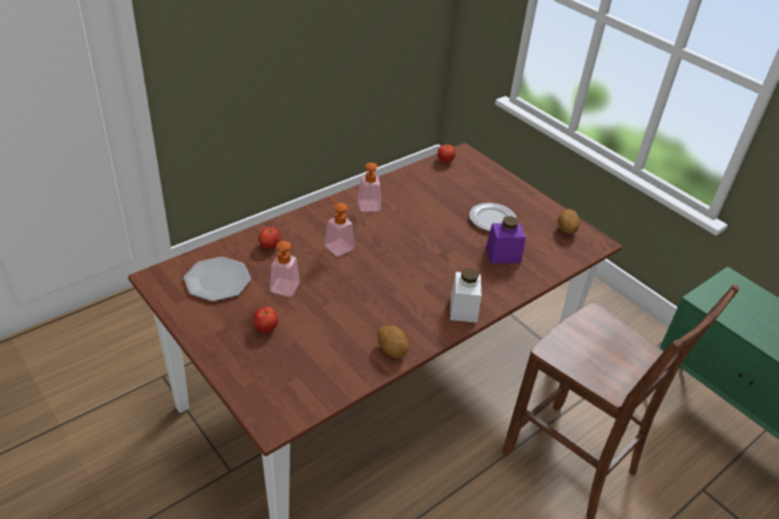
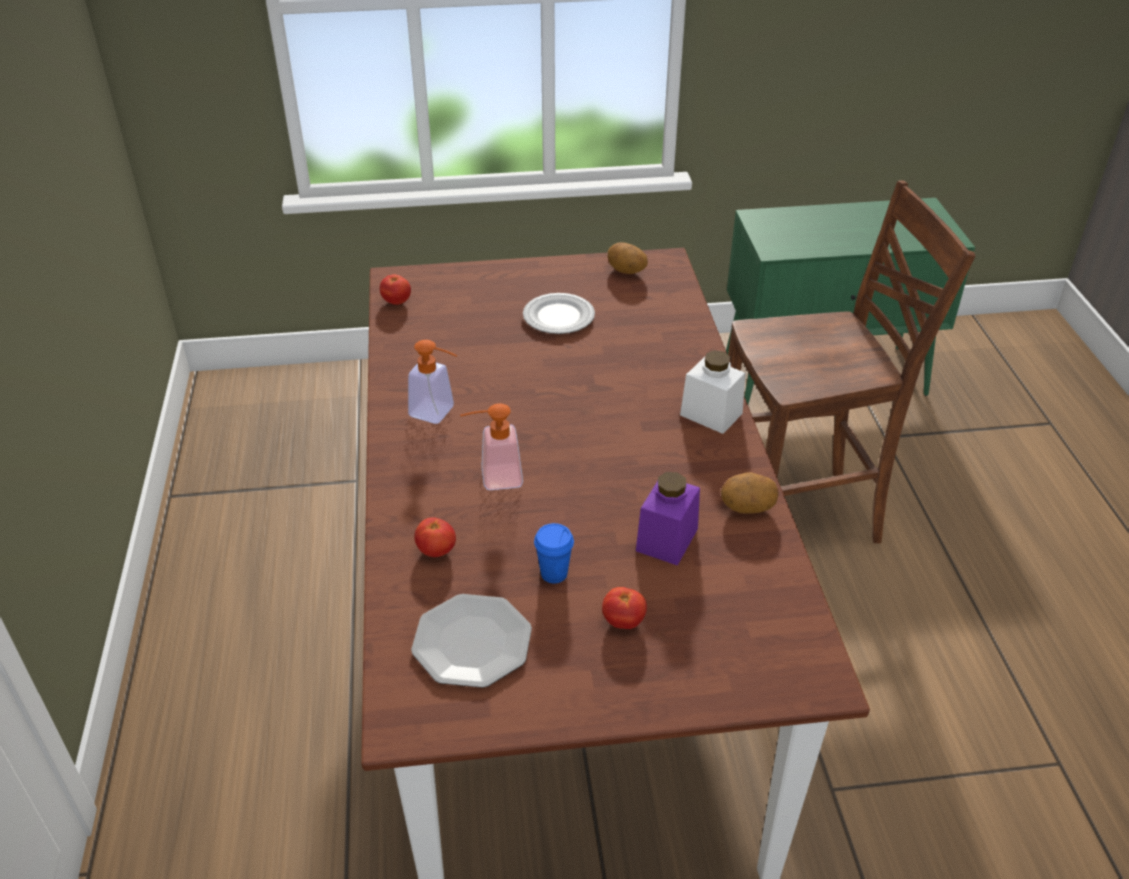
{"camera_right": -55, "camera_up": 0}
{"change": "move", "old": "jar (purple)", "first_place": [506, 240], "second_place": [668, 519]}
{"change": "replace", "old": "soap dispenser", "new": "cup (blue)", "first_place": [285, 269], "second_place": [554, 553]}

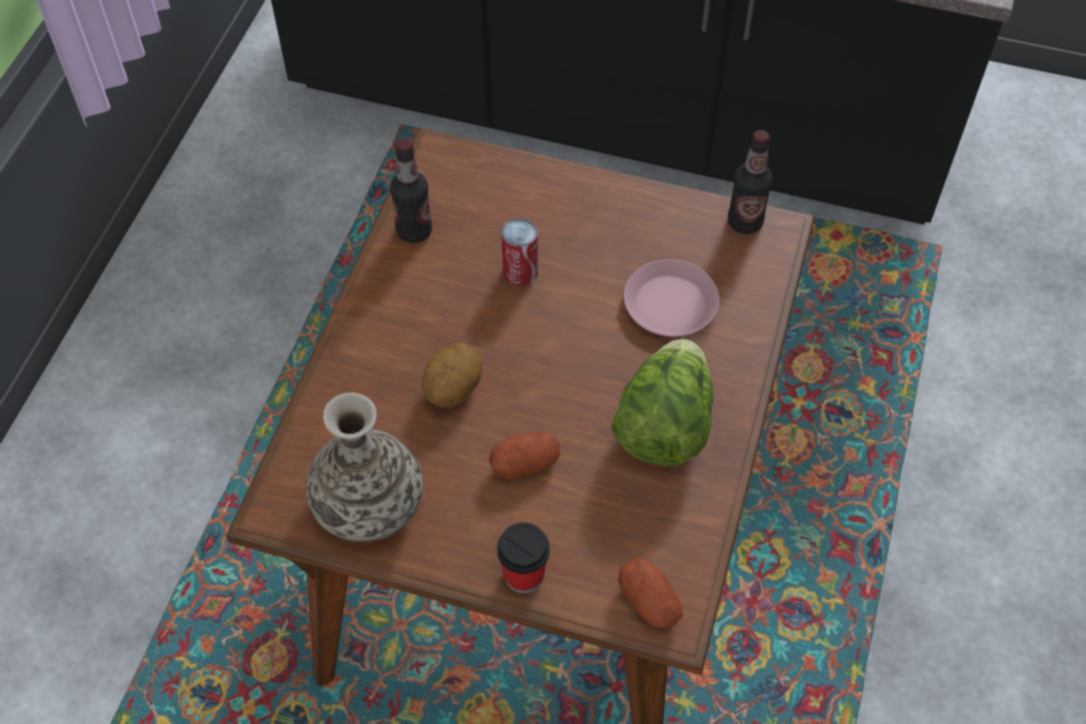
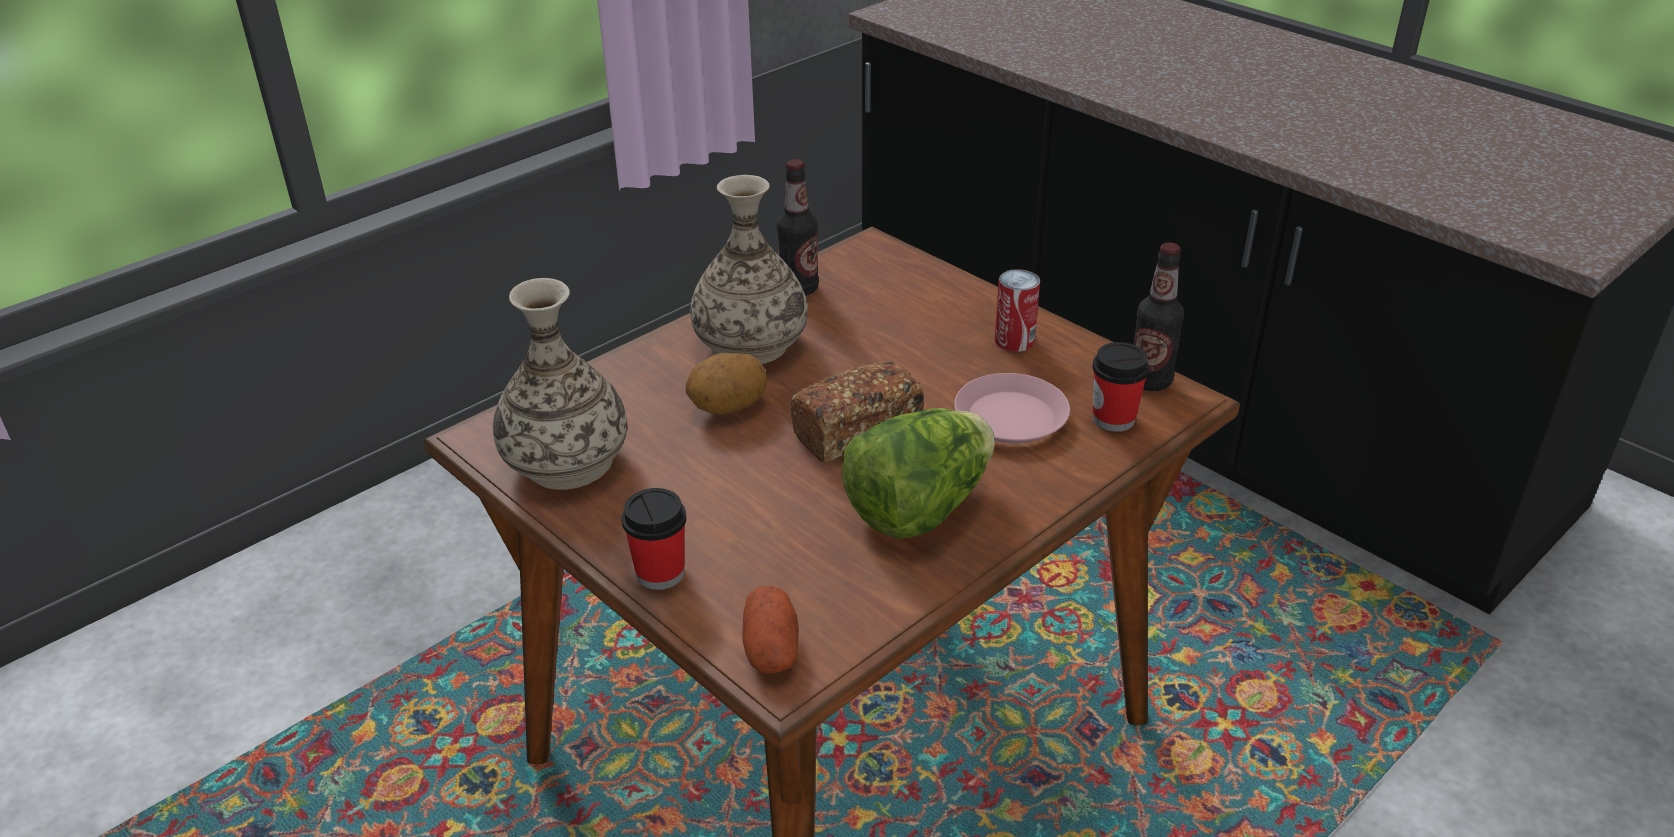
{"camera_right": 30, "camera_up": -20}
{"change": "delete", "old": "potato", "first_place": [524, 456]}
{"change": "insert", "new": "vase", "second_place": [749, 269]}
{"change": "insert", "new": "bread", "second_place": [857, 412]}
{"change": "insert", "new": "cup", "second_place": [1120, 387]}
{"change": "move", "old": "can", "first_place": [519, 252], "second_place": [1017, 310]}

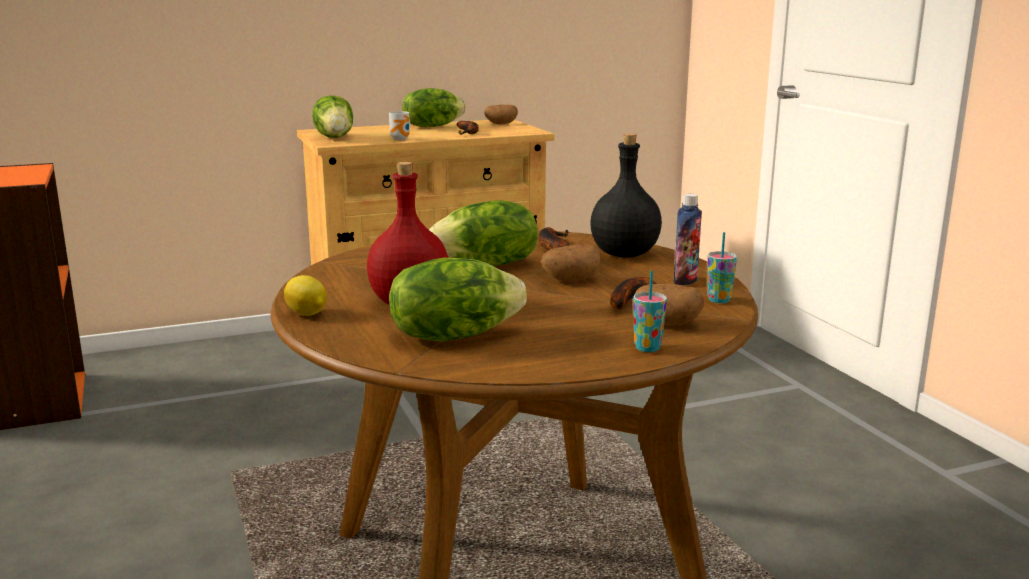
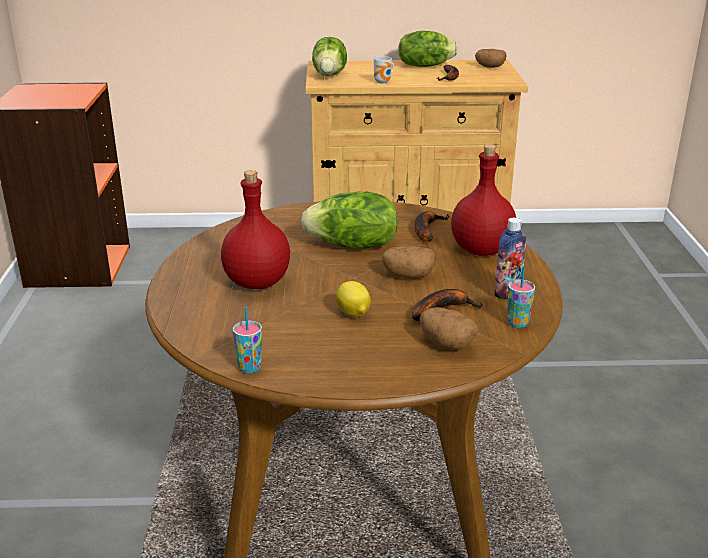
{"camera_right": 20, "camera_up": 10}
{"change": "delete", "old": "lettuce", "first_place": [458, 299]}
{"change": "move", "old": "lemon", "first_place": [305, 295], "second_place": [353, 299]}
{"change": "move", "old": "cup", "first_place": [650, 311], "second_place": [247, 340]}
{"change": "recolor", "old": "bottle (black)", "new": "bottle (red)", "first_place": [626, 195], "second_place": [483, 200]}

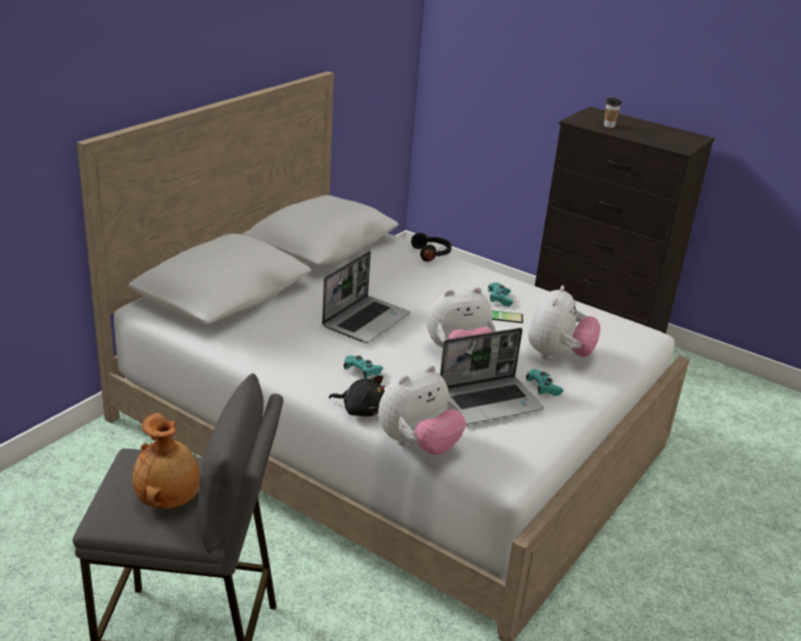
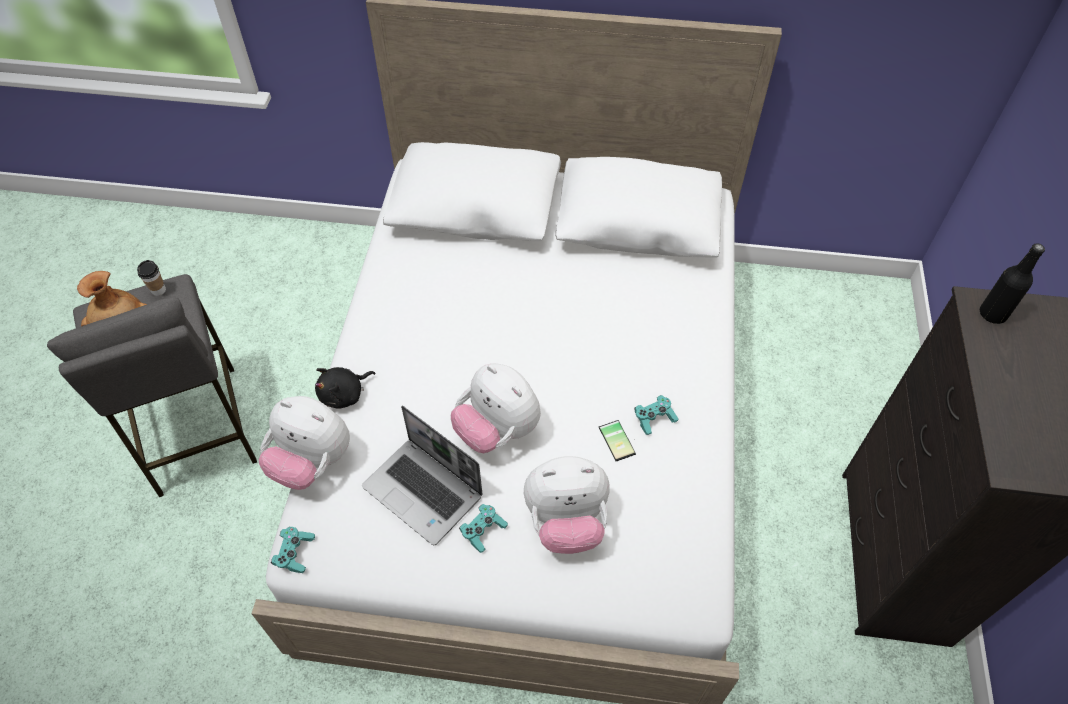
{"camera_right": 65, "camera_up": 25}
{"change": "delete", "old": "laptop", "first_place": [366, 297]}
{"change": "delete", "old": "headphones (black)", "first_place": [431, 247]}
{"change": "insert", "new": "bottle (black)", "second_place": [1012, 283]}
{"change": "move", "old": "game controller (turquoise)", "first_place": [363, 367], "second_place": [293, 550]}
{"change": "move", "old": "cup", "first_place": [612, 112], "second_place": [151, 278]}
{"change": "rotate", "old": "plush toy (black)", "first_place": [357, 396], "second_place": [345, 388], "degrees": 60}

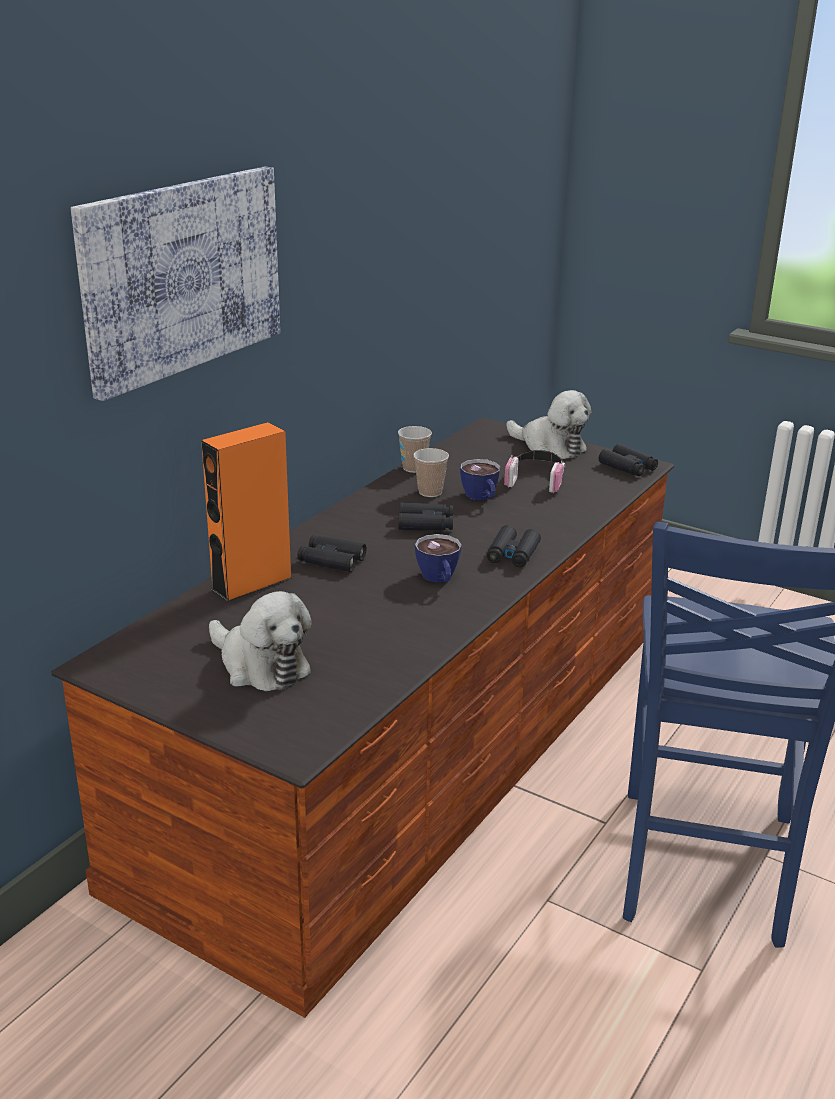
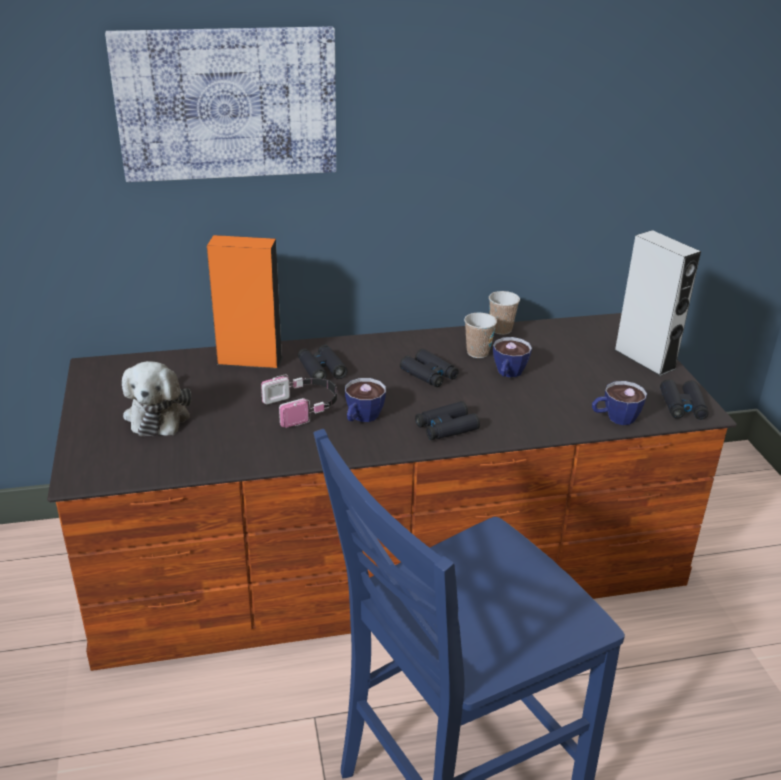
{"camera_right": 45, "camera_up": 5}
{"change": "insert", "new": "cup", "second_place": [619, 403]}
{"change": "move", "old": "headphones", "first_place": [534, 471], "second_place": [299, 401]}
{"change": "replace", "old": "plush toy", "new": "speaker (grey)", "first_place": [548, 424], "second_place": [658, 303]}

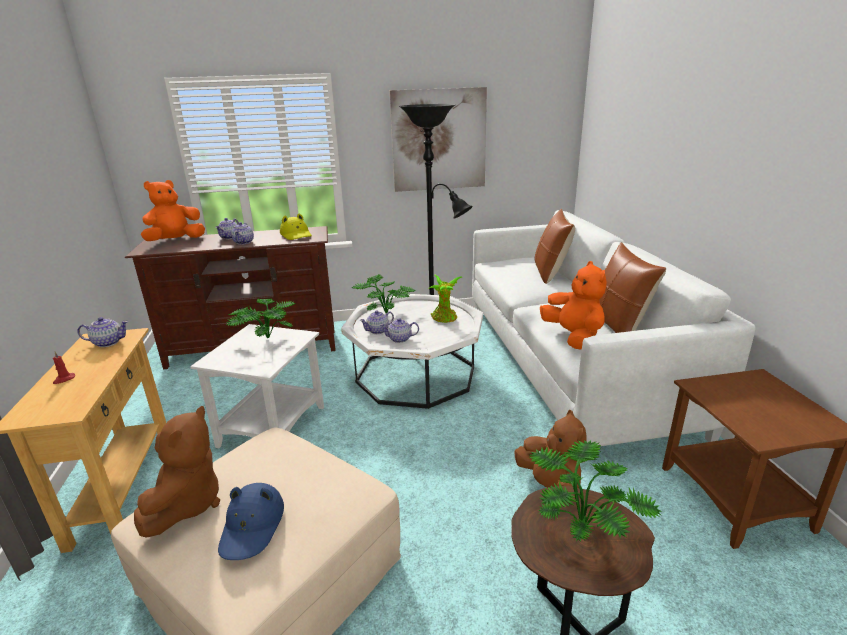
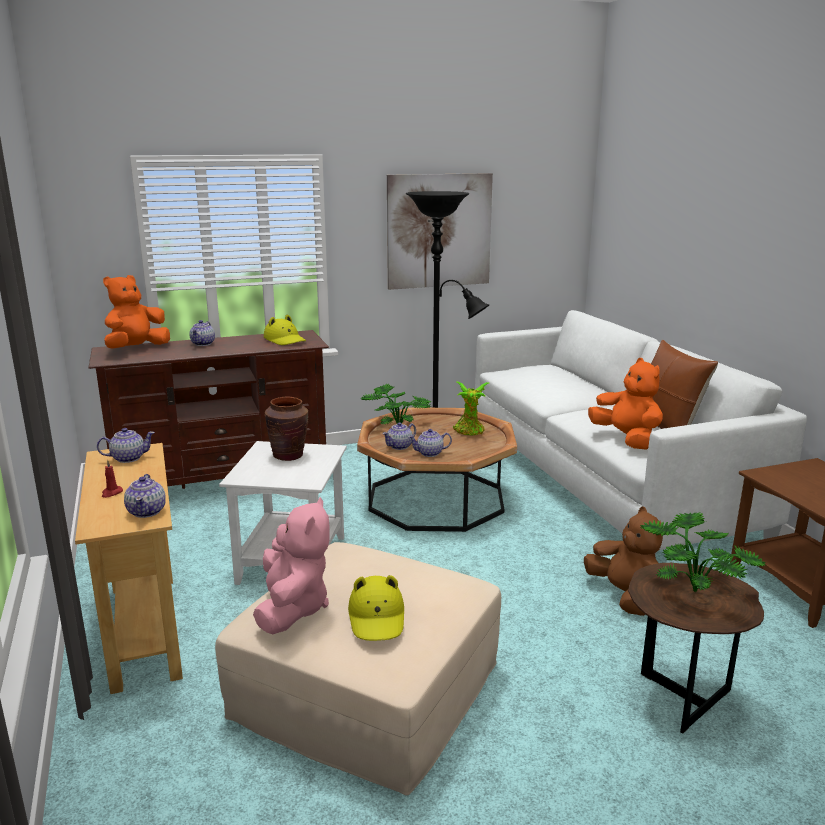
{"camera_right": -10, "camera_up": -5}
{"change": "delete", "old": "pillow (brown)", "first_place": [555, 246]}
{"change": "move", "old": "teapot", "first_place": [242, 233], "second_place": [145, 496]}
{"change": "replace", "old": "potted plant", "new": "vase (brown)", "first_place": [260, 318], "second_place": [286, 428]}
{"change": "recolor", "old": "plush toy (brown)", "new": "plush toy (pink)", "first_place": [177, 472], "second_place": [291, 565]}
{"change": "recolor", "old": "hat (blue)", "new": "hat (yellow)", "first_place": [251, 521], "second_place": [376, 608]}
{"change": "recolor", "old": "coffee table (white)", "new": "coffee table (brown)", "first_place": [412, 351], "second_place": [437, 469]}

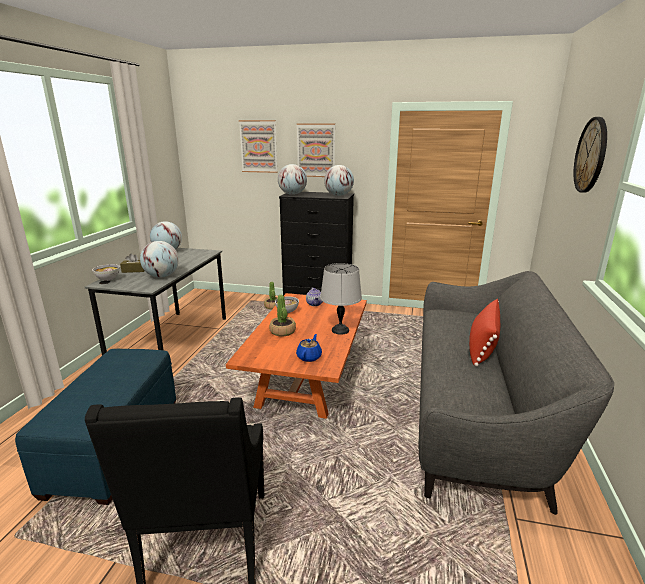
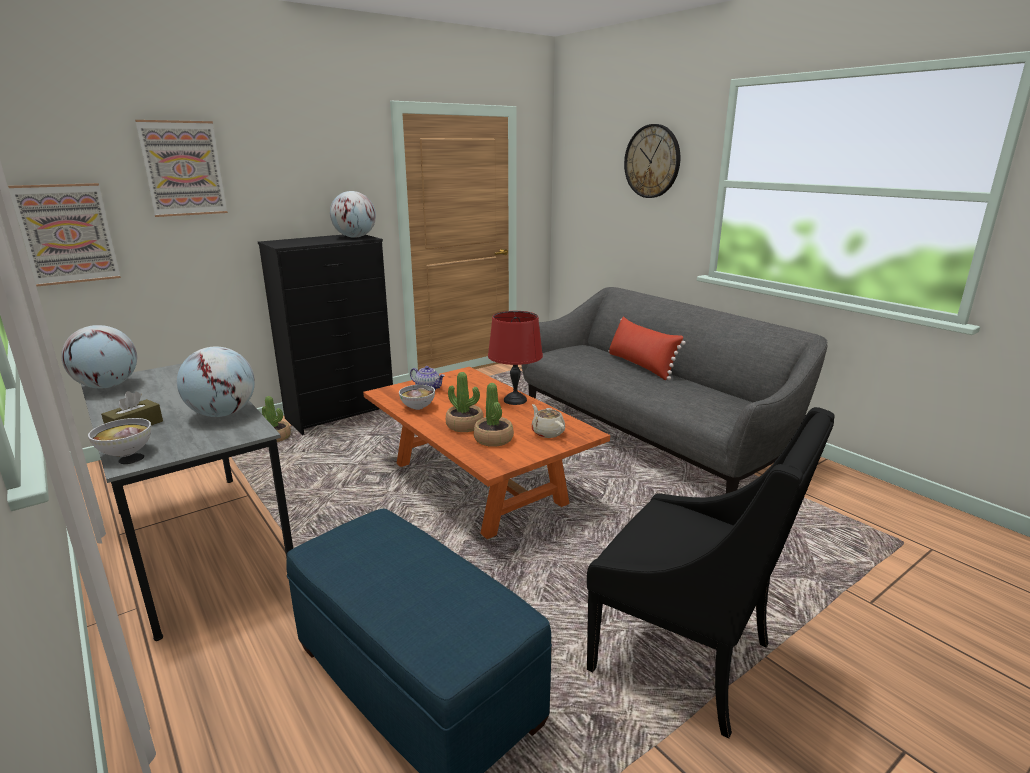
{"camera_right": -50, "camera_up": 0}
{"change": "delete", "old": "globe", "first_place": [292, 179]}
{"change": "insert", "new": "potted plant", "second_place": [494, 415]}
{"change": "move", "old": "picture", "first_place": [316, 150], "second_place": [64, 234]}
{"change": "recolor", "old": "teapot (blue)", "new": "teapot (beige)", "first_place": [309, 348], "second_place": [548, 421]}
{"change": "recolor", "old": "table lamp (grey)", "new": "table lamp (red)", "first_place": [341, 299], "second_place": [515, 358]}

